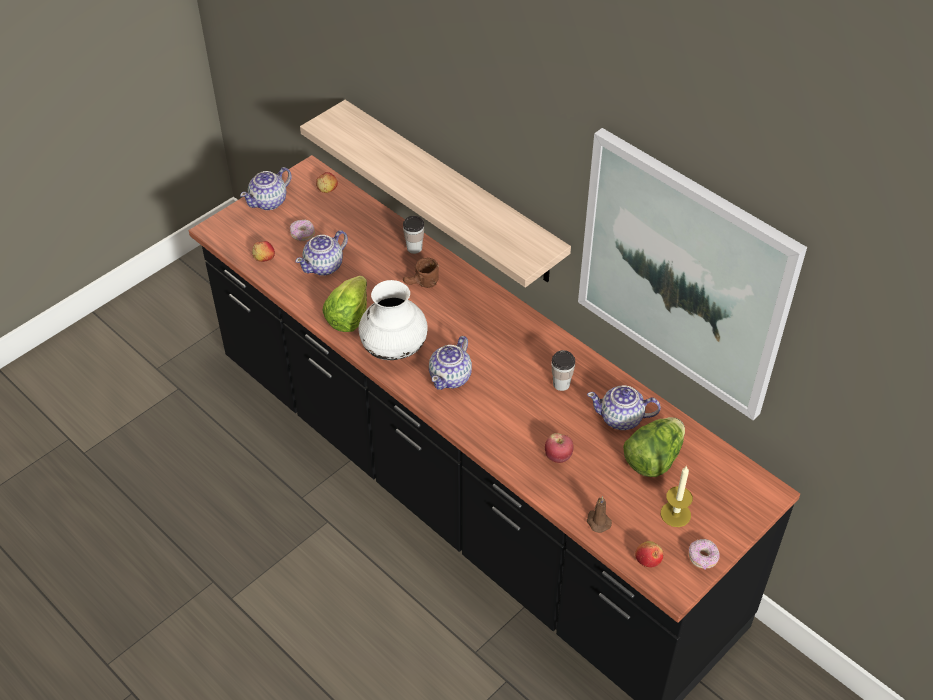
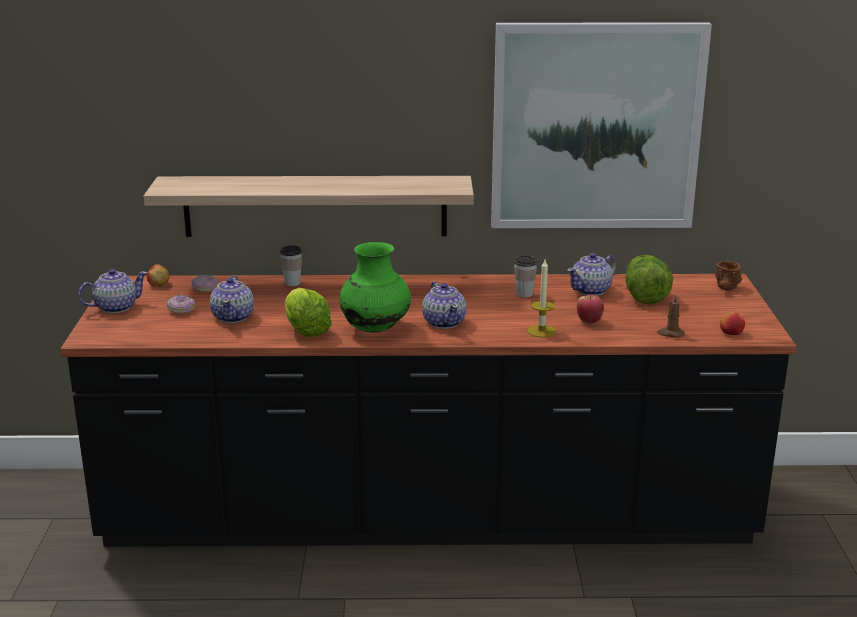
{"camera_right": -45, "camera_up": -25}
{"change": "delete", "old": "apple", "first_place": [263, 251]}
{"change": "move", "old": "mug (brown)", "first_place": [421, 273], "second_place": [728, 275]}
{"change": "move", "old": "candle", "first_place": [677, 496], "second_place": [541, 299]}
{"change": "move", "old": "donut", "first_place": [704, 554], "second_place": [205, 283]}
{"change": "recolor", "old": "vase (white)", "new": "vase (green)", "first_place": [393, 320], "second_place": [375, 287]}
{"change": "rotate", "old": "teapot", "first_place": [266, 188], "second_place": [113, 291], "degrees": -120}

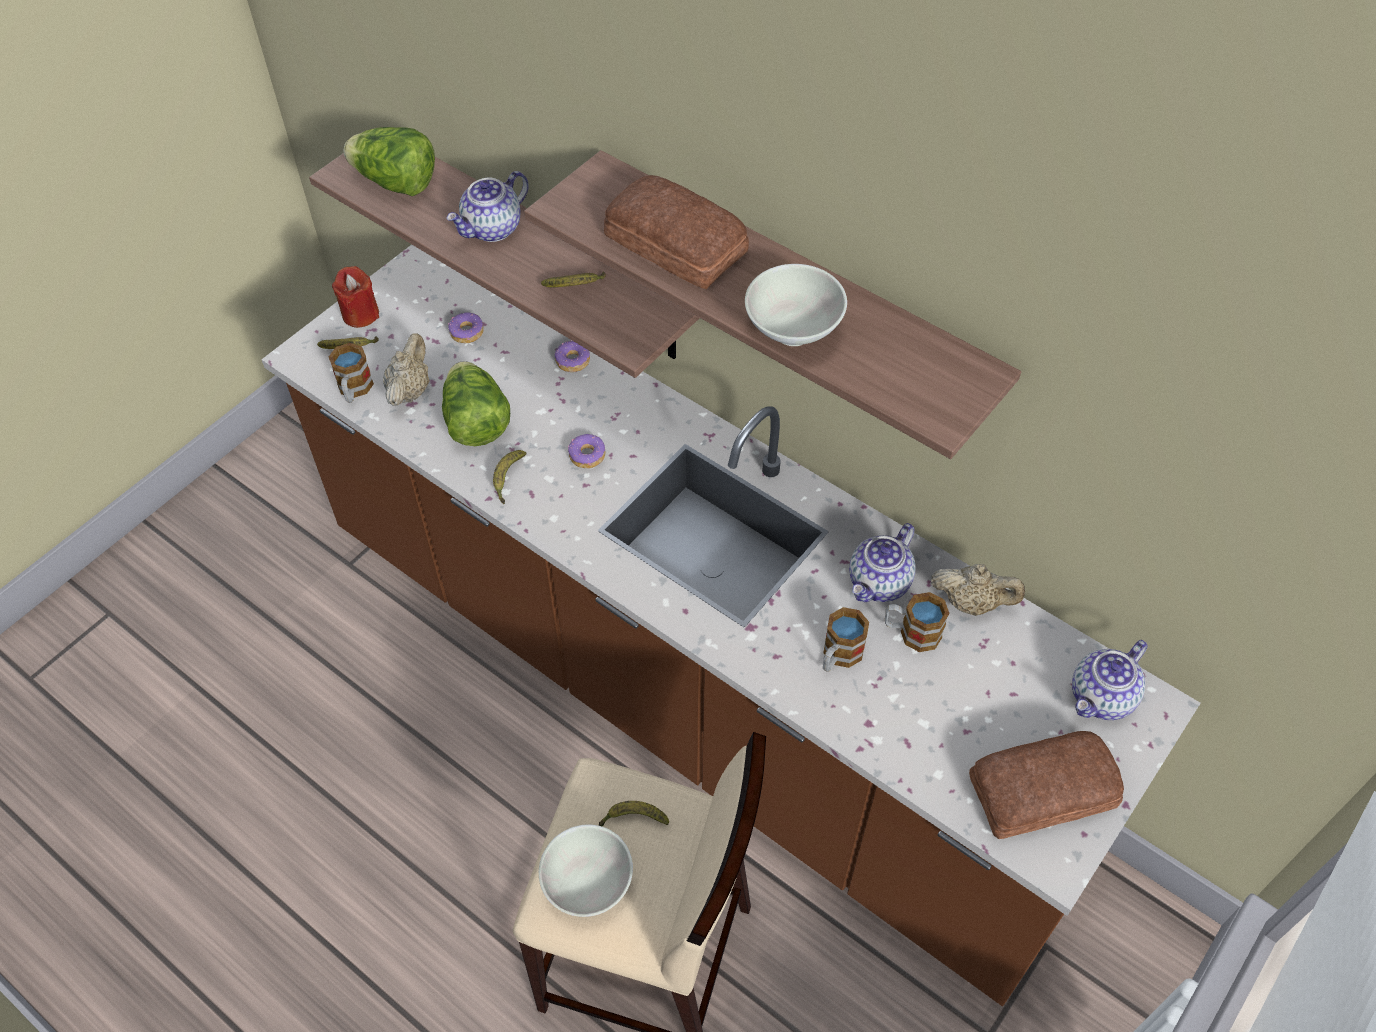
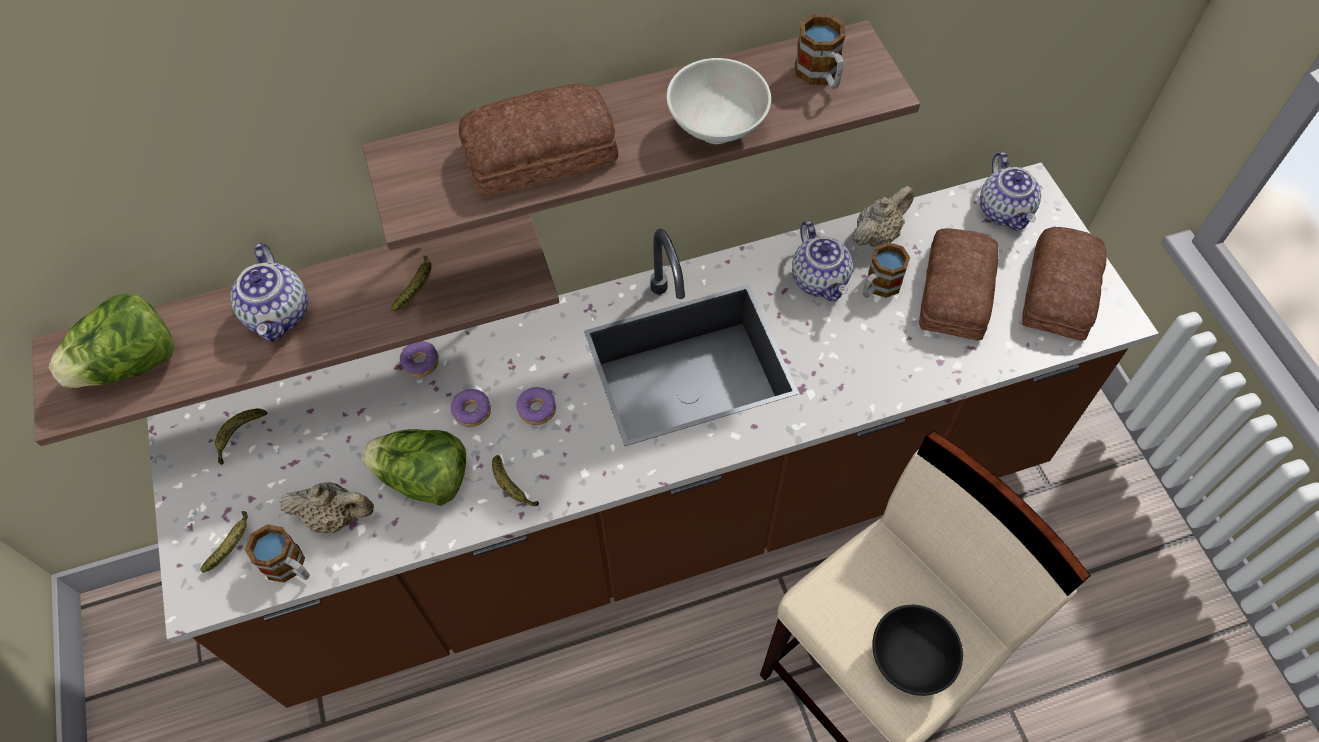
{"camera_right": -55, "camera_up": 5}
{"change": "delete", "old": "candle (red)", "first_place": [355, 297]}
{"change": "insert", "new": "bread", "second_place": [959, 284]}
{"change": "move", "old": "donut", "first_place": [466, 327], "second_place": [471, 408]}
{"change": "move", "old": "banana", "first_place": [634, 813], "second_place": [241, 437]}
{"change": "move", "old": "mug", "first_place": [846, 639], "second_place": [820, 51]}
{"change": "recolor", "old": "bowl (white)", "new": "bowl (black)", "first_place": [586, 871], "second_place": [917, 650]}
{"change": "rotate", "old": "teapot (beige)", "first_place": [406, 369], "second_place": [326, 507], "degrees": 135}

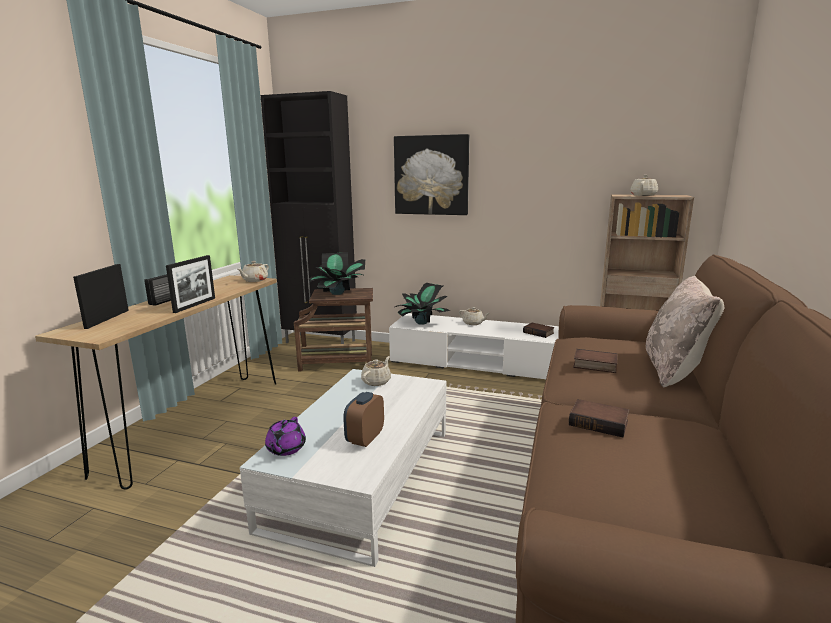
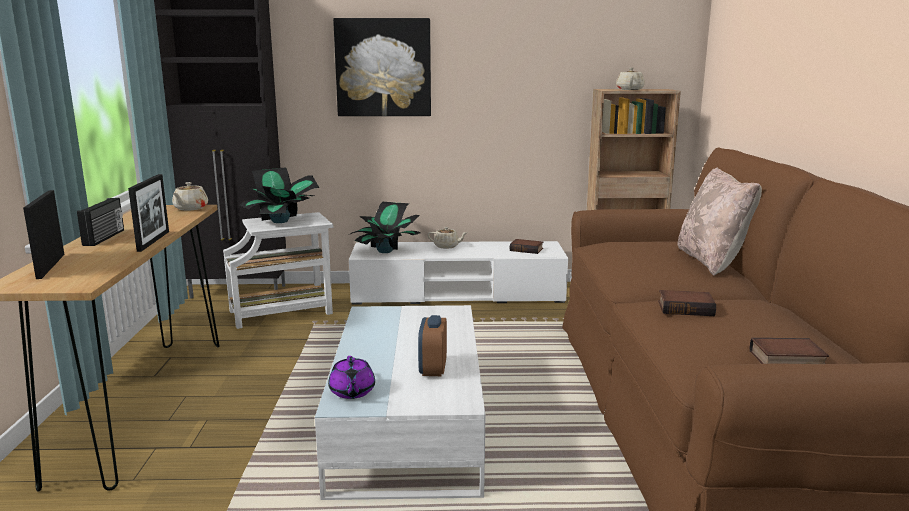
{"camera_right": -20, "camera_up": 0}
{"change": "delete", "old": "teapot (beige)", "first_place": [376, 371]}
{"change": "move", "old": "book", "first_place": [595, 361], "second_place": [789, 351]}
{"change": "recolor", "old": "side table (brown)", "new": "side table (white)", "first_place": [333, 329], "second_place": [278, 270]}

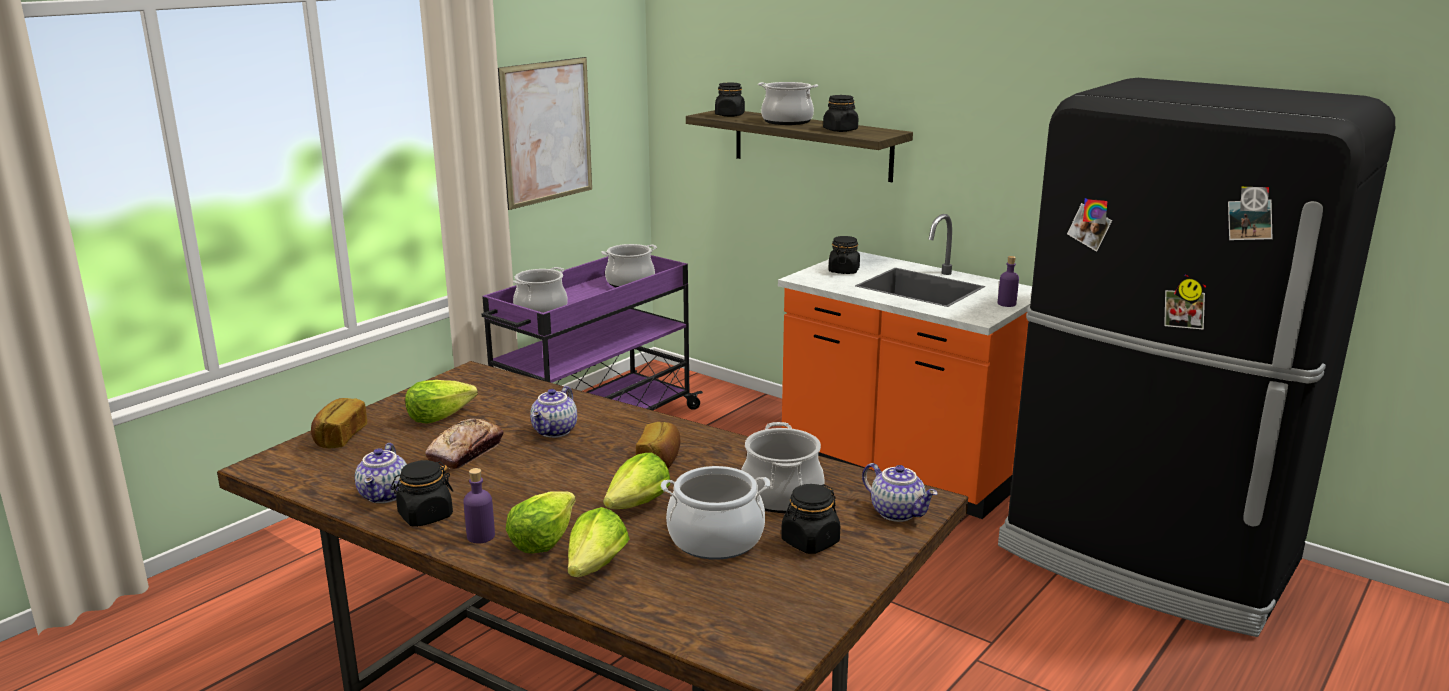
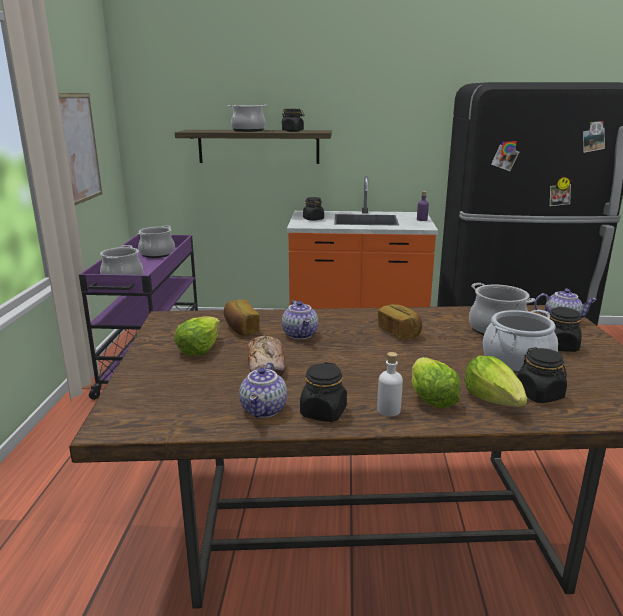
{"camera_right": -35, "camera_up": 0}
{"change": "delete", "old": "lettuce", "first_place": [636, 481]}
{"change": "move", "old": "bread", "first_place": [339, 423], "second_place": [242, 317]}
{"change": "move", "old": "jar (black)", "first_place": [730, 99], "second_place": [542, 375]}
{"change": "recolor", "old": "bottle (purple)", "new": "bottle (white)", "first_place": [479, 506], "second_place": [390, 384]}
{"change": "rotate", "old": "teapot", "first_place": [381, 473], "second_place": [263, 390], "degrees": 45}

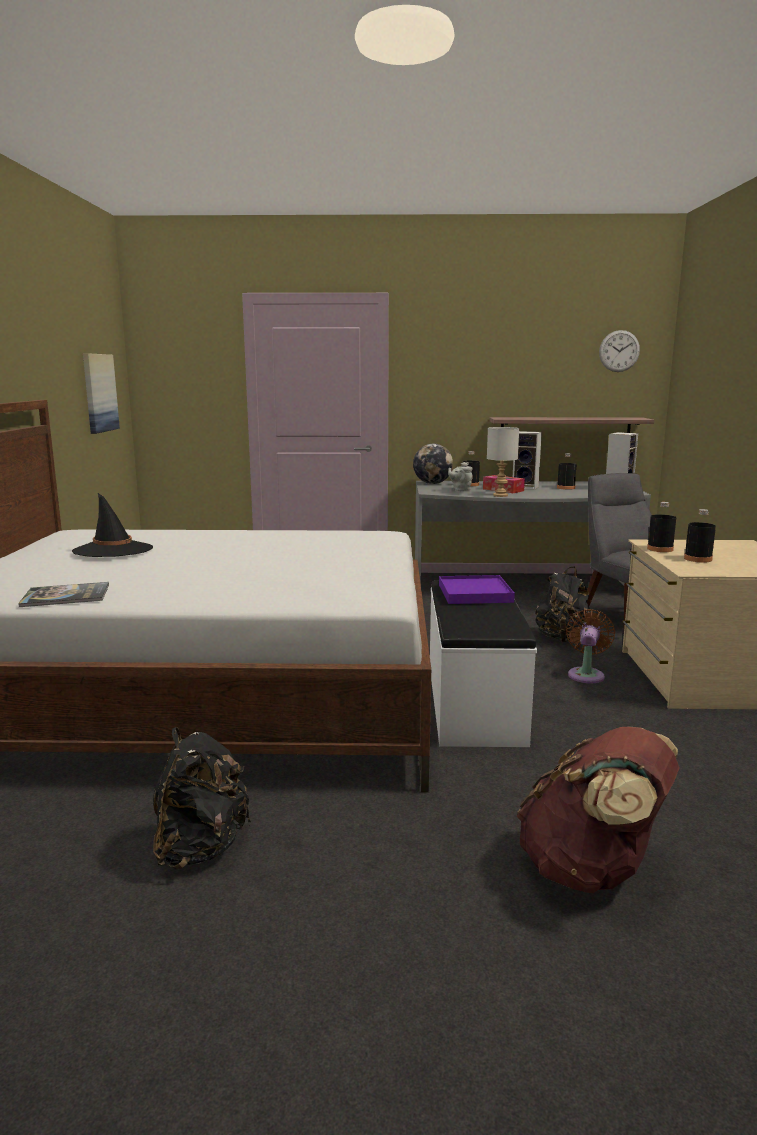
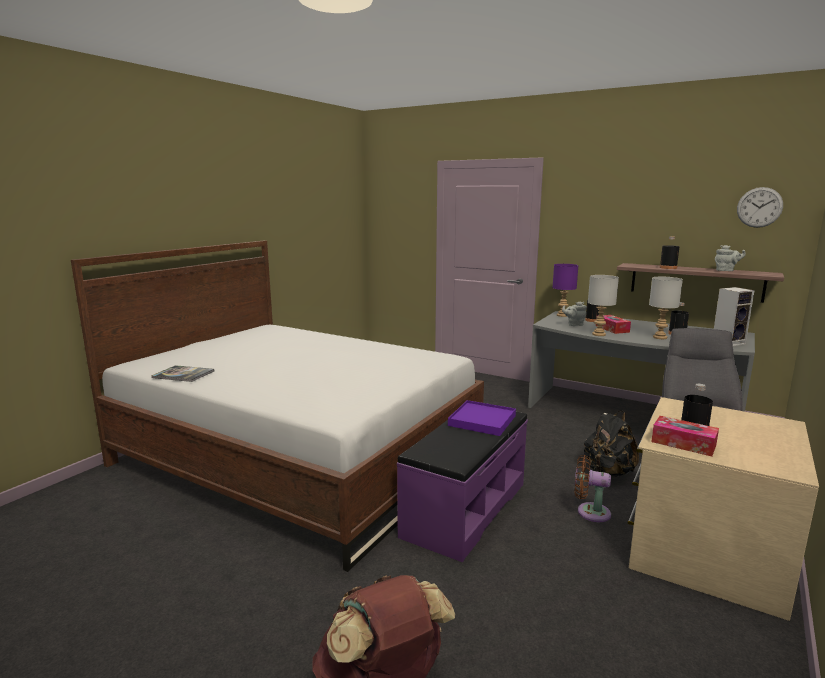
{"camera_right": 30, "camera_up": 0}
{"change": "delete", "old": "hat (black)", "first_place": [112, 525]}
{"change": "delete", "old": "picture", "first_place": [101, 393]}
{"change": "delete", "old": "backpack (black)", "first_place": [202, 798]}
{"change": "delete", "old": "speaker", "first_place": [527, 460]}
{"change": "insert", "new": "table lamp (grey)", "second_place": [666, 308]}
{"change": "insert", "new": "tissue box", "second_place": [685, 436]}
{"change": "insert", "new": "teapot (grey)", "second_place": [730, 258]}
{"change": "move", "old": "bottle (black)", "first_place": [661, 527], "second_place": [670, 252]}
{"change": "replace", "old": "globe", "new": "table lamp (purple)", "first_place": [433, 464], "second_place": [565, 290]}
{"change": "recolor", "old": "bench (white)", "new": "bench (purple)", "first_place": [483, 664], "second_place": [462, 487]}
{"change": "rotate", "old": "fan (brown)", "first_place": [590, 646], "second_place": [593, 488], "degrees": -120}

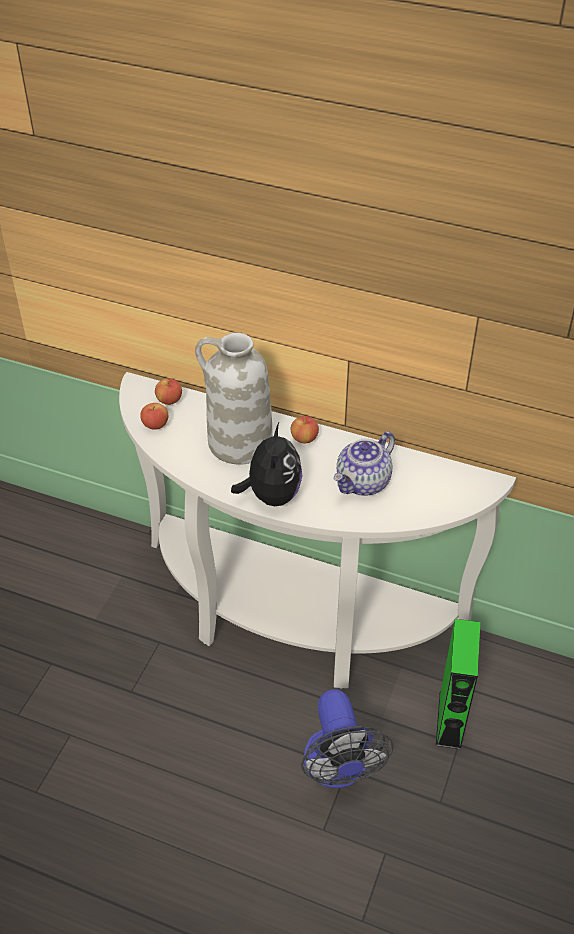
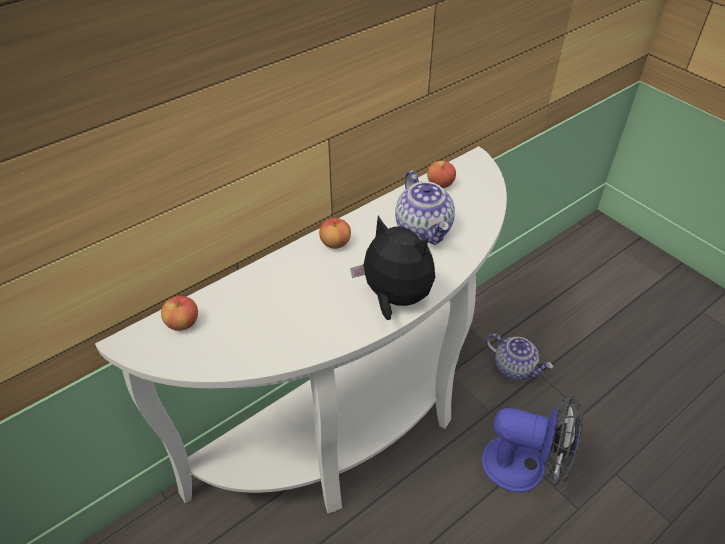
{"camera_right": -60, "camera_up": 0}
{"change": "delete", "old": "vase (white)", "first_place": [234, 399]}
{"change": "move", "old": "apple", "first_place": [154, 416], "second_place": [441, 174]}
{"change": "replace", "old": "speaker (green)", "new": "teapot", "first_place": [458, 684], "second_place": [519, 356]}

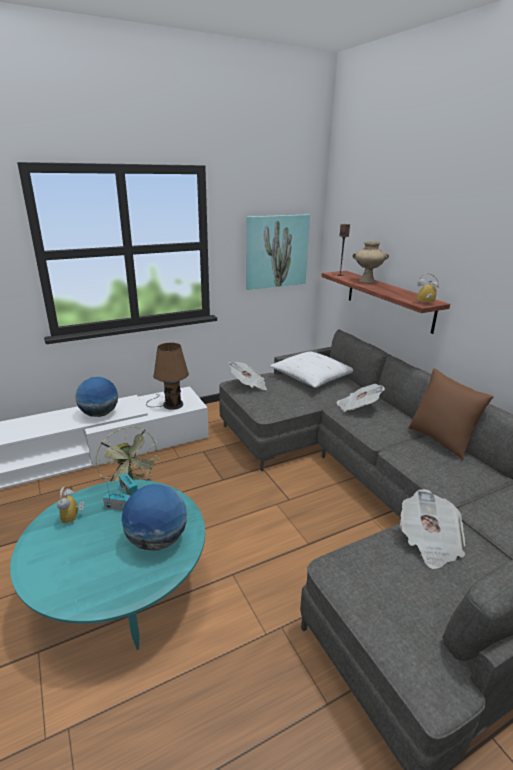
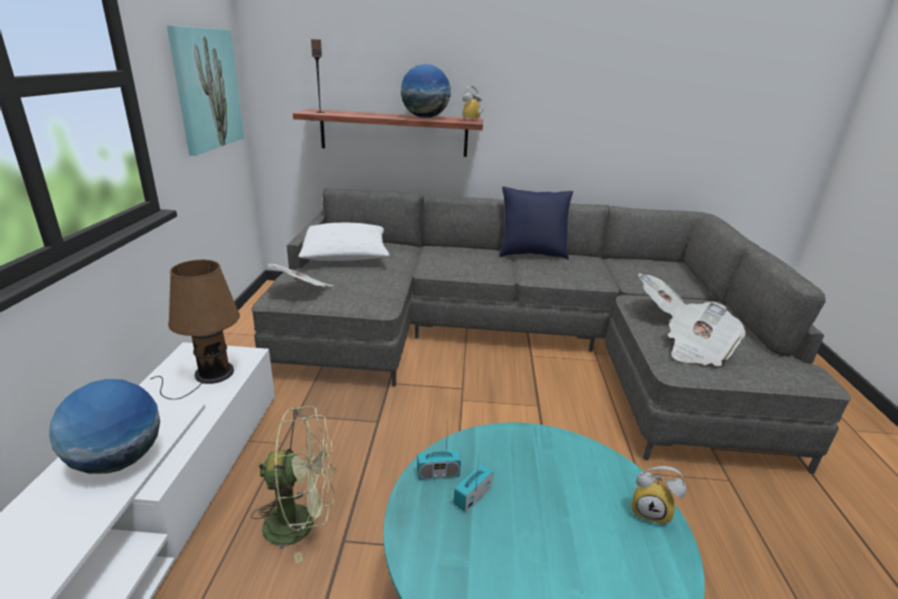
{"camera_right": -60, "camera_up": 0}
{"change": "delete", "old": "vase (beige)", "first_place": [370, 262]}
{"change": "move", "old": "alarm clock", "first_place": [71, 506], "second_place": [659, 496]}
{"change": "move", "old": "globe", "first_place": [154, 517], "second_place": [426, 91]}
{"change": "move", "old": "newspaper", "first_place": [360, 398], "second_place": [706, 334]}
{"change": "recolor", "old": "pillow (brown)", "new": "pillow (blue)", "first_place": [451, 414], "second_place": [536, 223]}

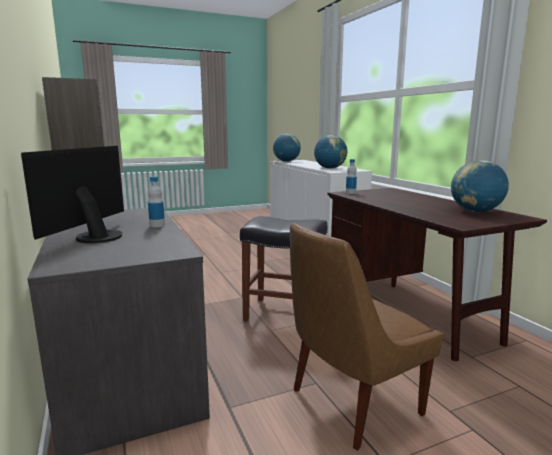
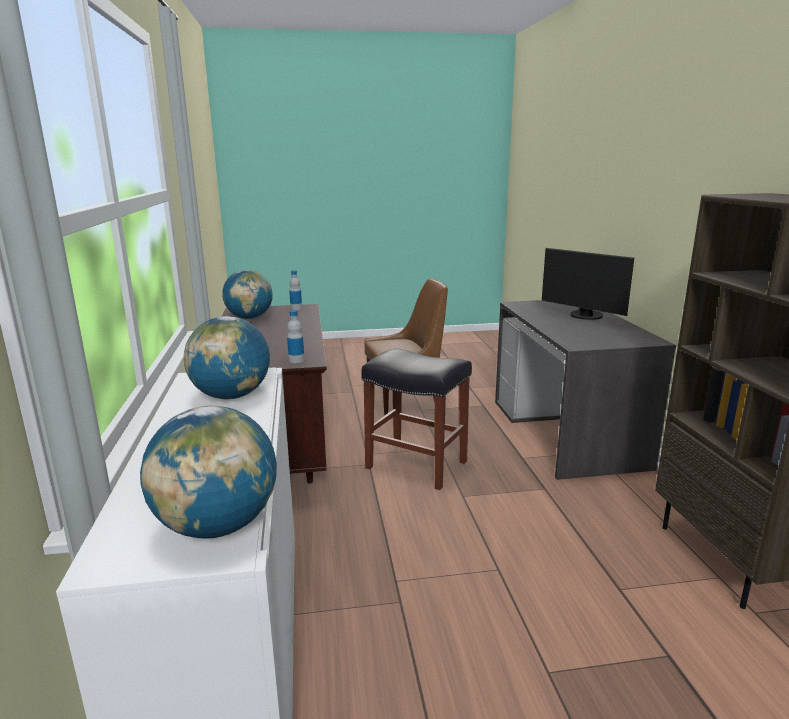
{"camera_right": -165, "camera_up": 5}
{"change": "move", "old": "bottle", "first_place": [156, 201], "second_place": [295, 290]}
{"change": "rotate", "old": "monitor", "first_place": [72, 194], "second_place": [588, 284], "degrees": 105}

